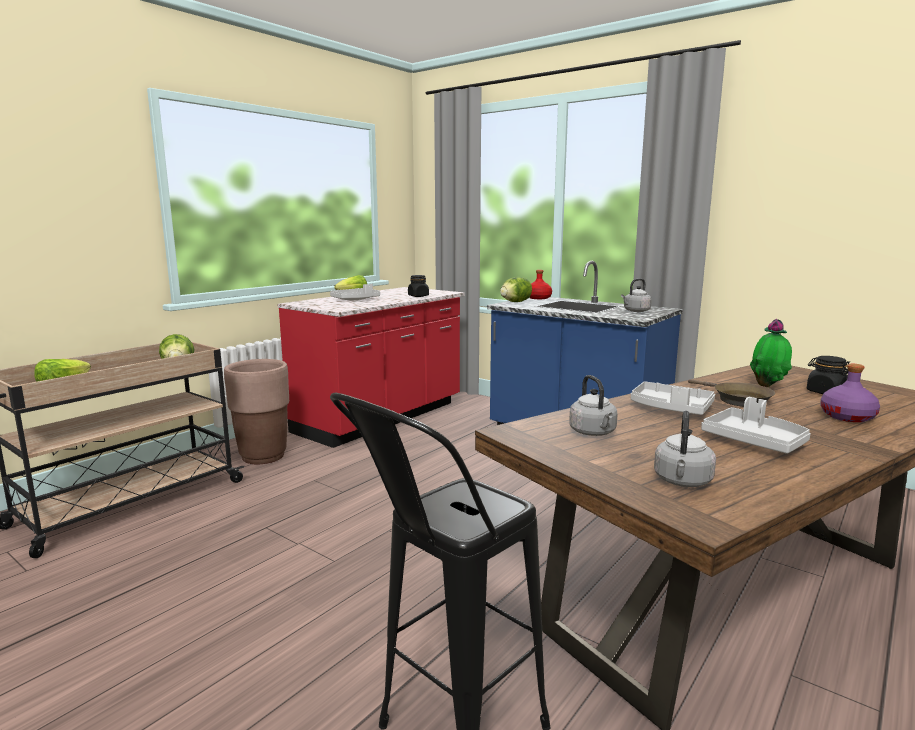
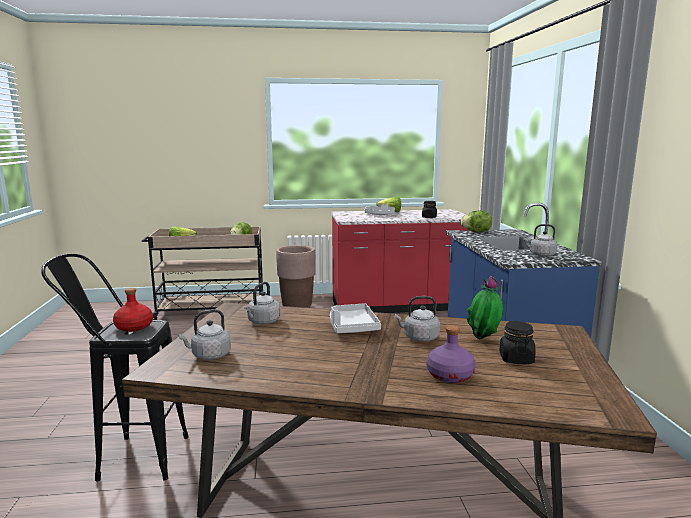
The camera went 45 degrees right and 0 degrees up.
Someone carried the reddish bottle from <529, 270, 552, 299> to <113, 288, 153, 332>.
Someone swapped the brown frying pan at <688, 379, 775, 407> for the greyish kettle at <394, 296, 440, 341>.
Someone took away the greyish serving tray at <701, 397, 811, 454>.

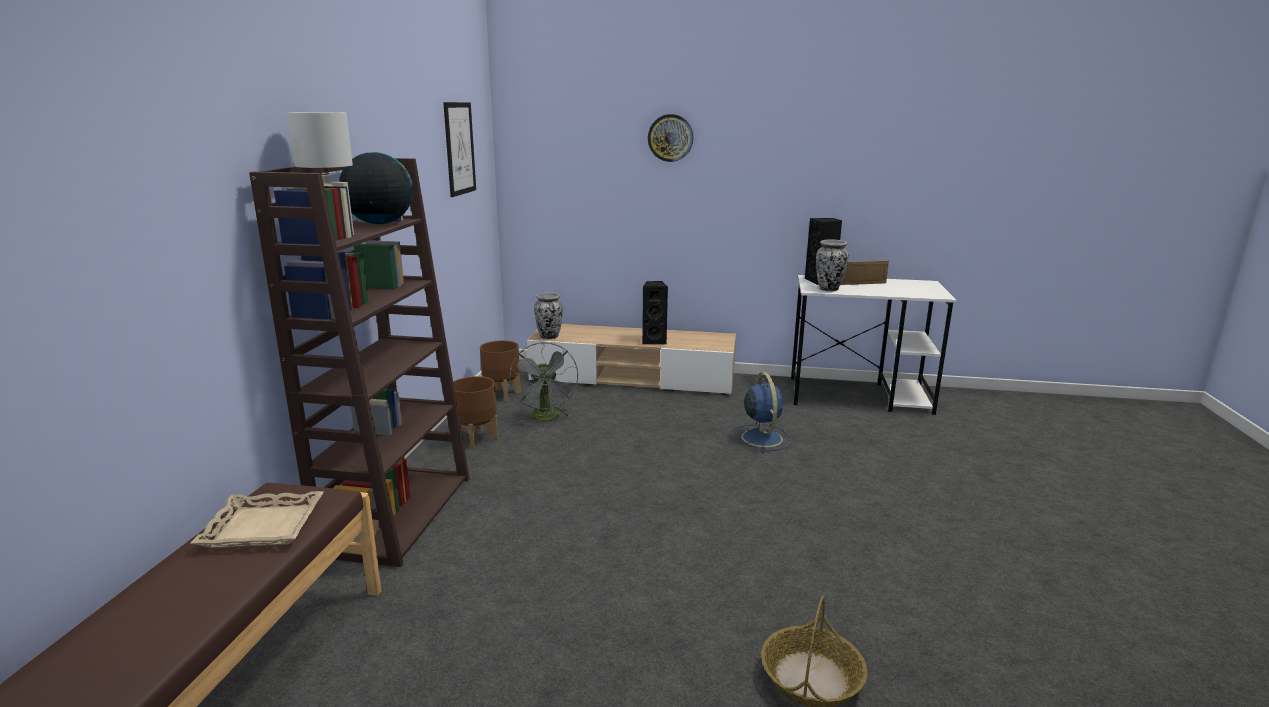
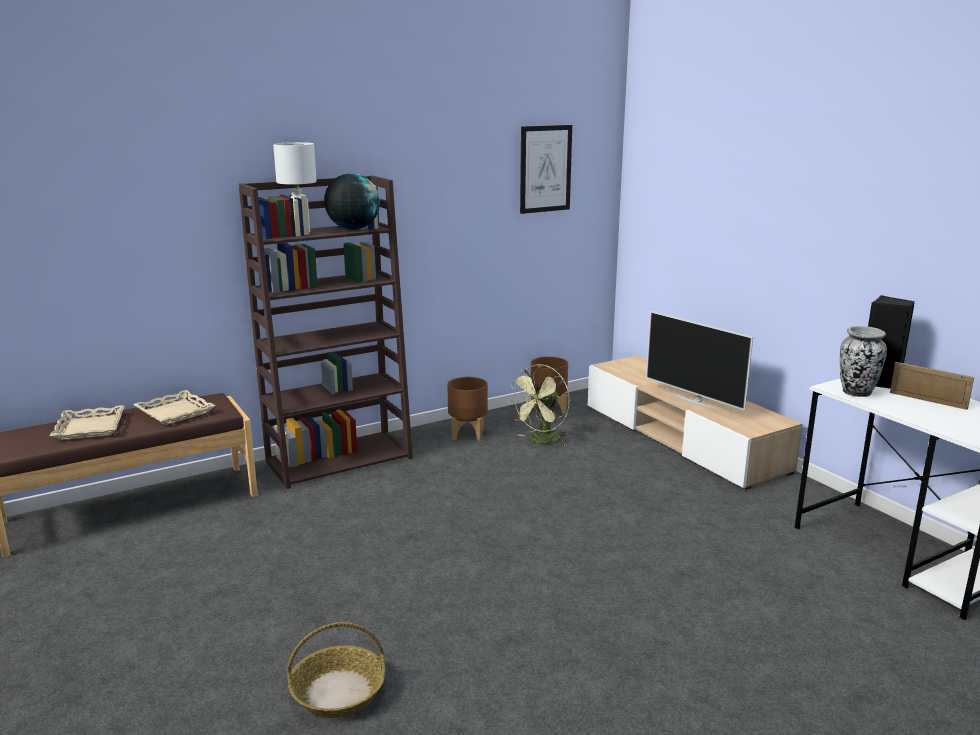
The camera went 50 degrees right and 0 degrees up.
Someone repainted the greyish fan at <509, 342, 578, 423>, which became the green fan at <508, 364, 570, 446>.
Someone took away the flower vase at <534, 292, 563, 339>.
Someone swapped the black-coloured speaker at <642, 281, 668, 344> for the television at <646, 311, 753, 411>.
Someone took away the wall clock at <648, 114, 694, 162>.
Someone took away the blue fan at <730, 372, 792, 453>.
Someone put down the beige-coloured serving tray at <50, 405, 125, 440>.

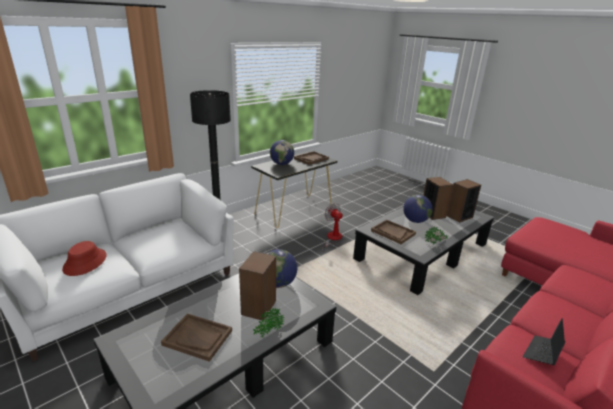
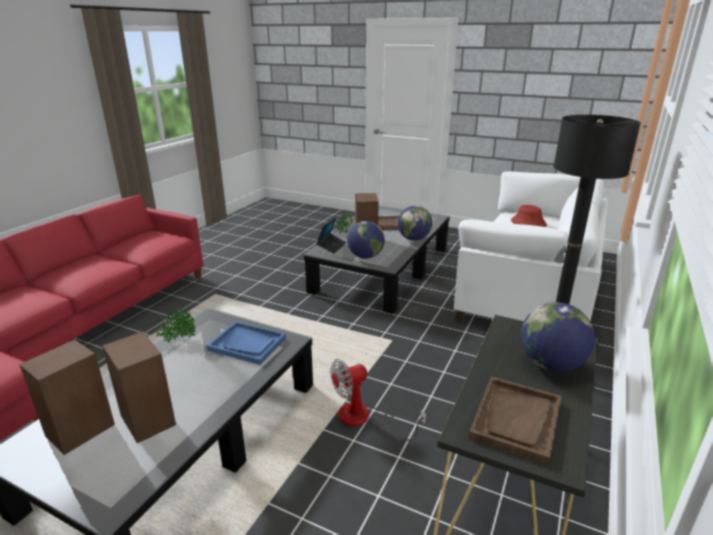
The camera went 160 degrees right and 0 degrees up.
Someone rotated the fan at <322, 203, 343, 252> by 120 degrees clockwise.
Someone repainted the brown serving tray at <371, 219, 416, 244>, which became the blue serving tray at <207, 321, 286, 365>.
Someone carried the world globe from <403, 195, 433, 223> to <398, 206, 432, 240>.
Someone carried the laptop from <523, 318, 565, 365> to <316, 217, 347, 253>.

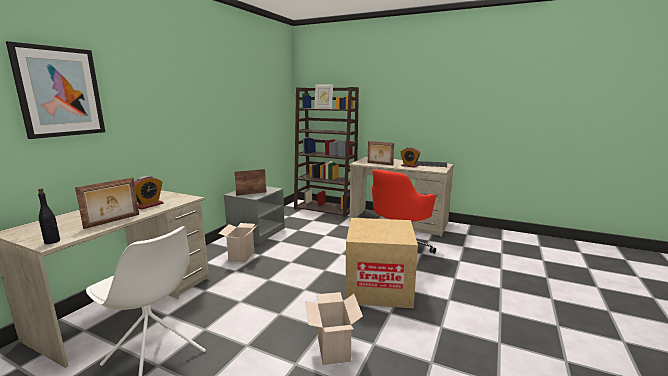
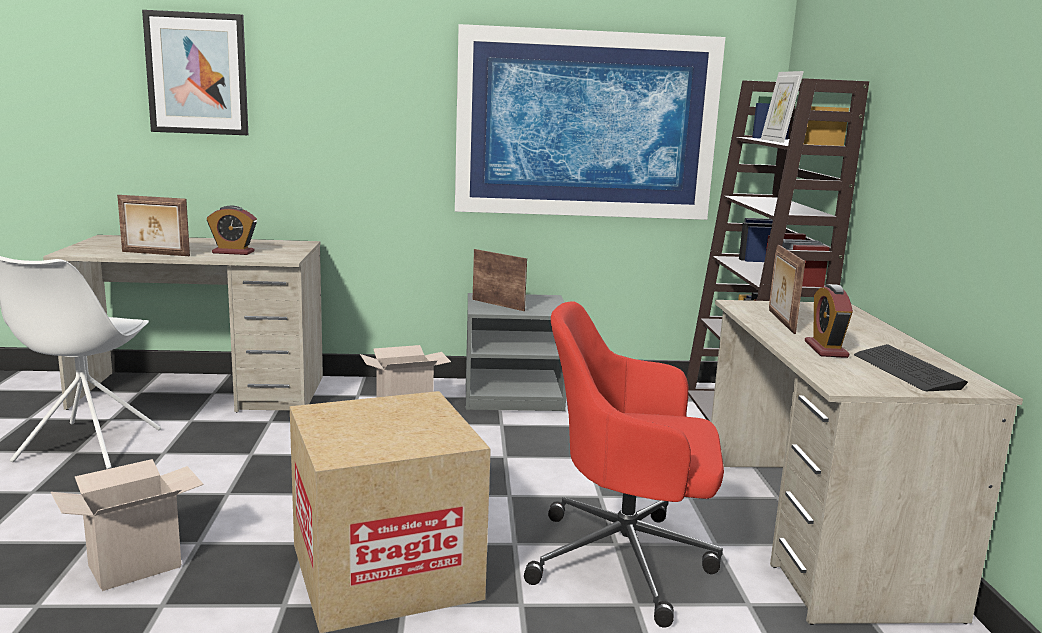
The camera went 60 degrees right and 0 degrees up.
Someone took away the black-coloured bottle at <38, 188, 60, 244>.
Someone put up the picture at <455, 24, 726, 220>.

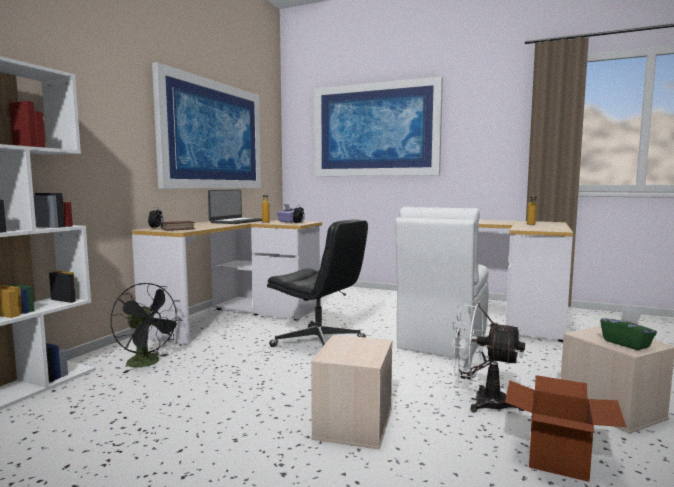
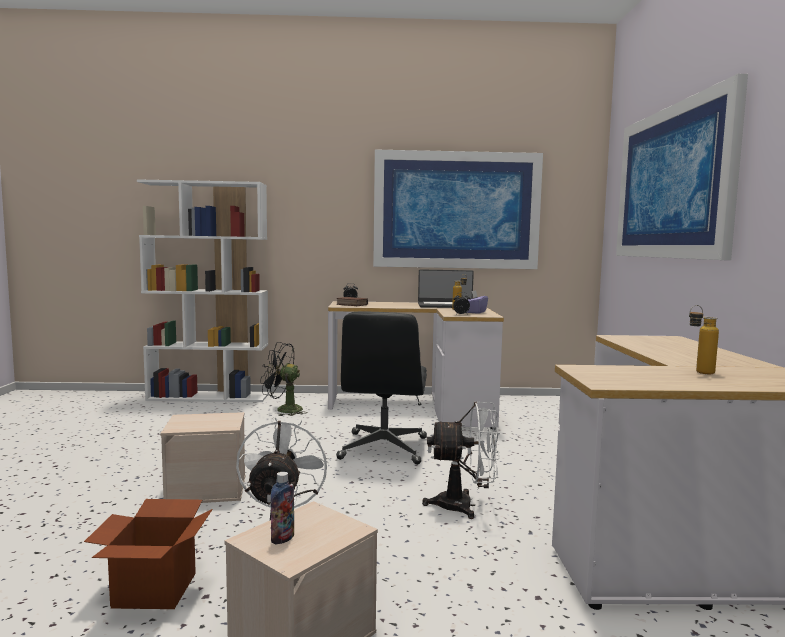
The camera went 65 degrees right and 0 degrees up.
Someone rotated the black-coloured fan at <111, 283, 182, 373> by 90 degrees clockwise.
Someone swapped the white-coloured upright chair at <395, 207, 489, 360> for the white-coloured fan at <422, 401, 500, 519>.
Someone swapped the green box of tissues at <600, 310, 657, 350> for the bottle at <271, 472, 294, 545>.

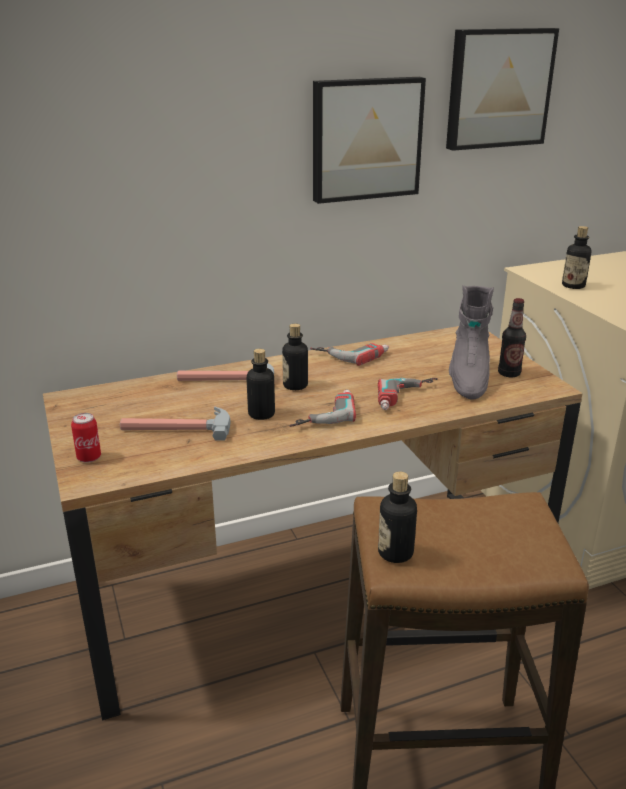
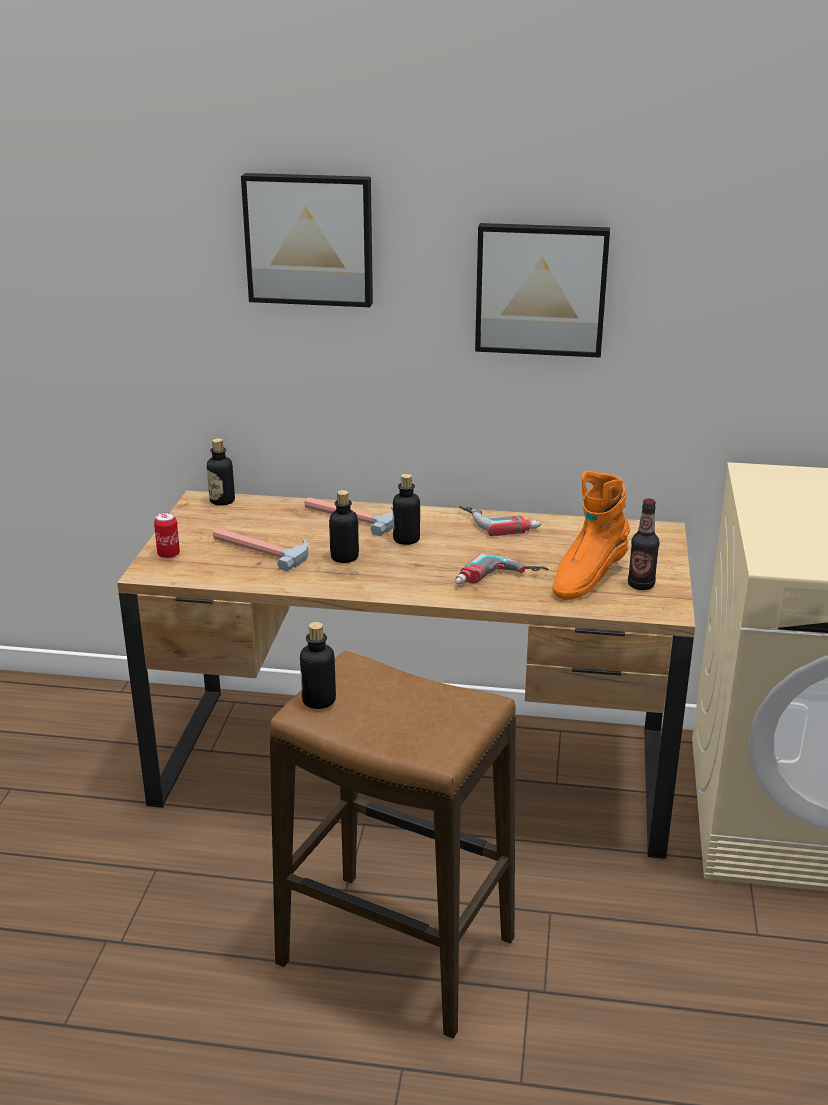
The camera went 30 degrees right and 0 degrees up.
Someone took away the power drill at <289, 390, 356, 427>.
Someone carried the picture from <446, 28, 559, 151> to <241, 173, 373, 307>.
Someone repainted the greyish tall boot at <449, 285, 494, 400>, which became the orange tall boot at <552, 470, 630, 600>.
Someone carried the bottle from <562, 226, 592, 289> to <207, 438, 235, 506>.

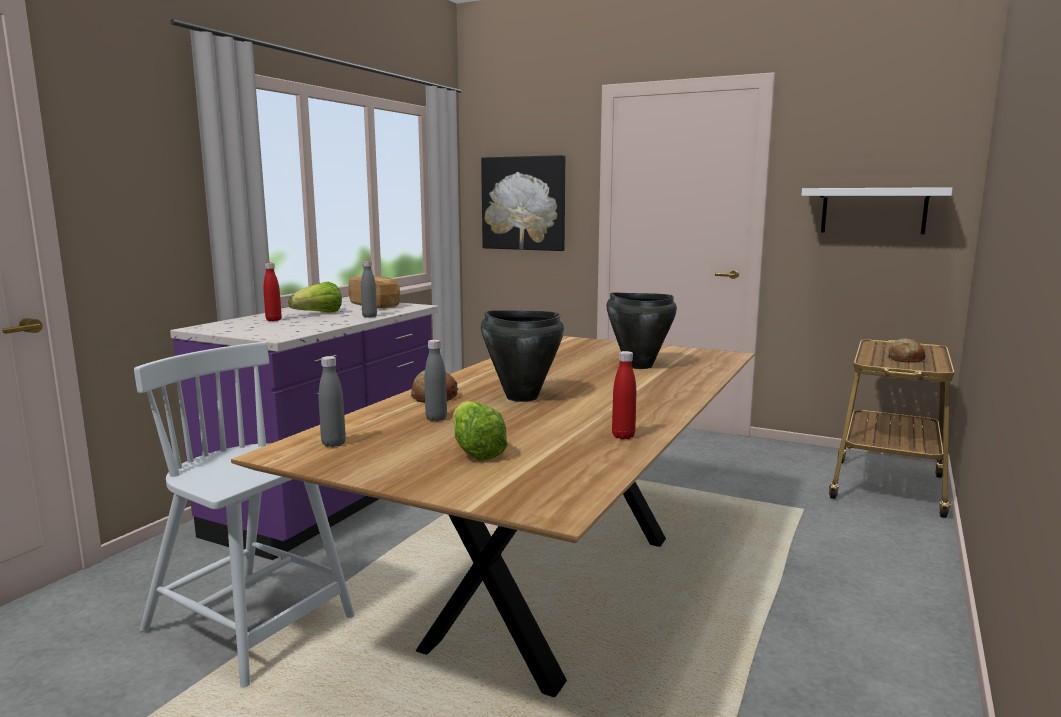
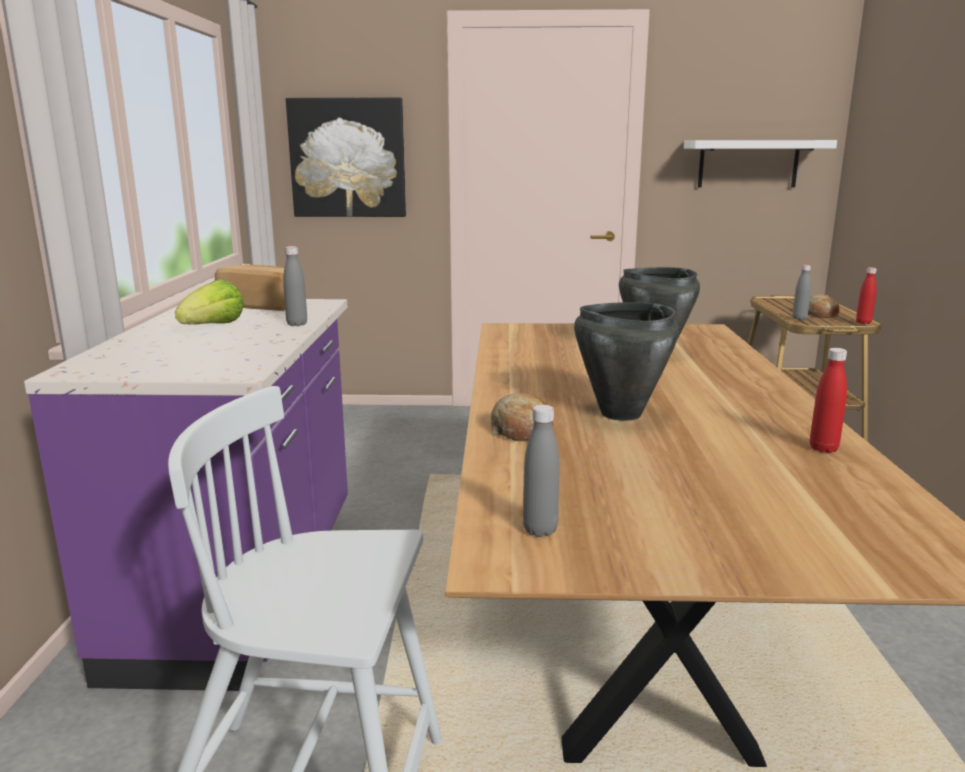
The camera went 25 degrees left and 5 degrees up.
Someone carried the reddish bottle from <263, 263, 282, 321> to <856, 267, 877, 324>.
Someone carried the greyish bottle from <425, 340, 447, 421> to <792, 265, 811, 320>.
Someone took away the lettuce at <453, 401, 508, 460>.

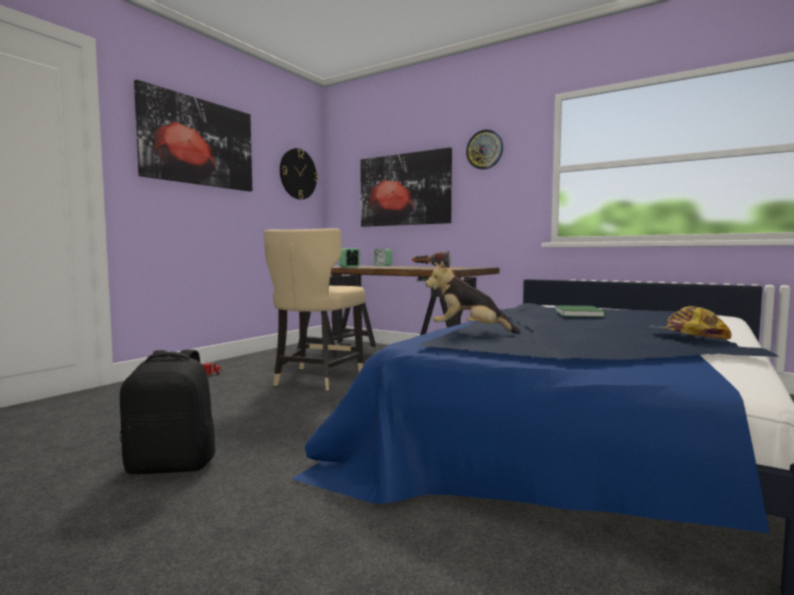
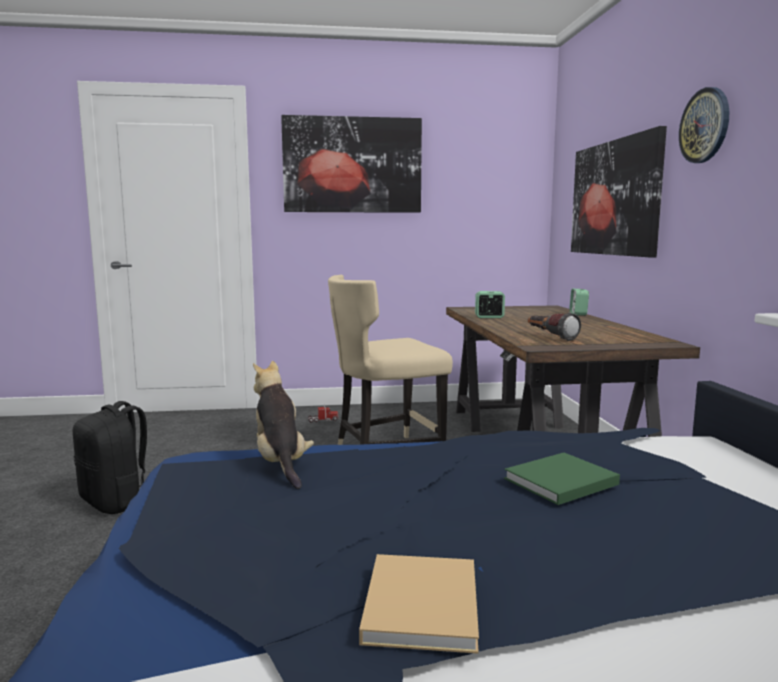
The camera went 50 degrees right and 5 degrees up.
Someone took away the wall clock at <280, 148, 318, 200>.
Someone swapped the baseball cap at <649, 306, 732, 339> for the beige-coloured book at <359, 554, 479, 654>.

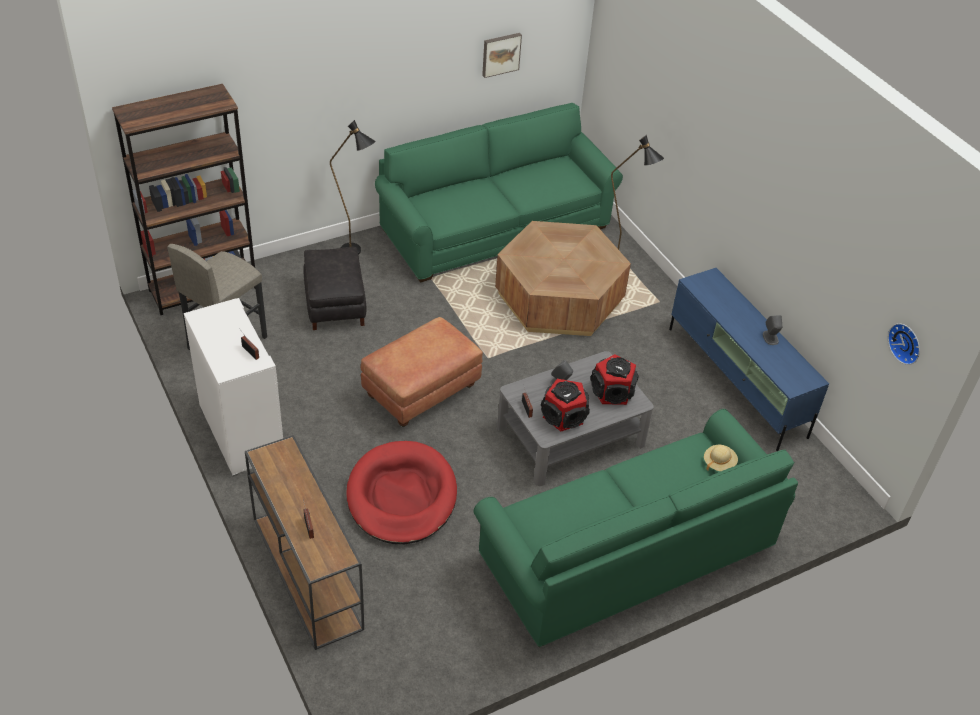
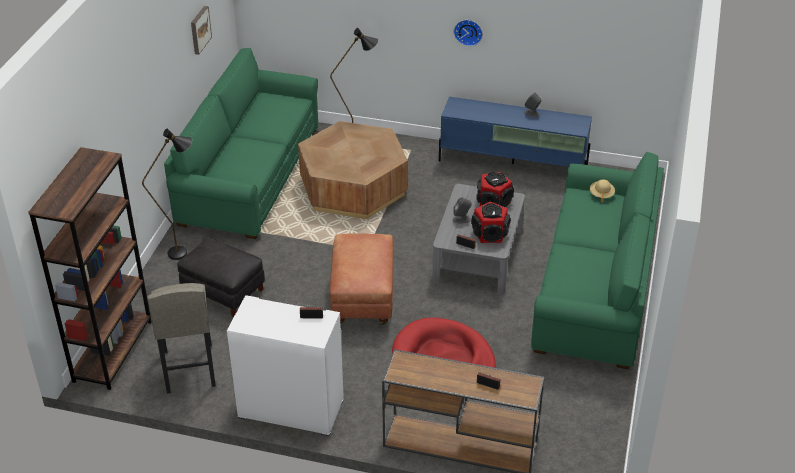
The camera went 45 degrees left and 5 degrees down.
Someone carried the wall clock from <888, 323, 920, 365> to <454, 20, 483, 46>.

